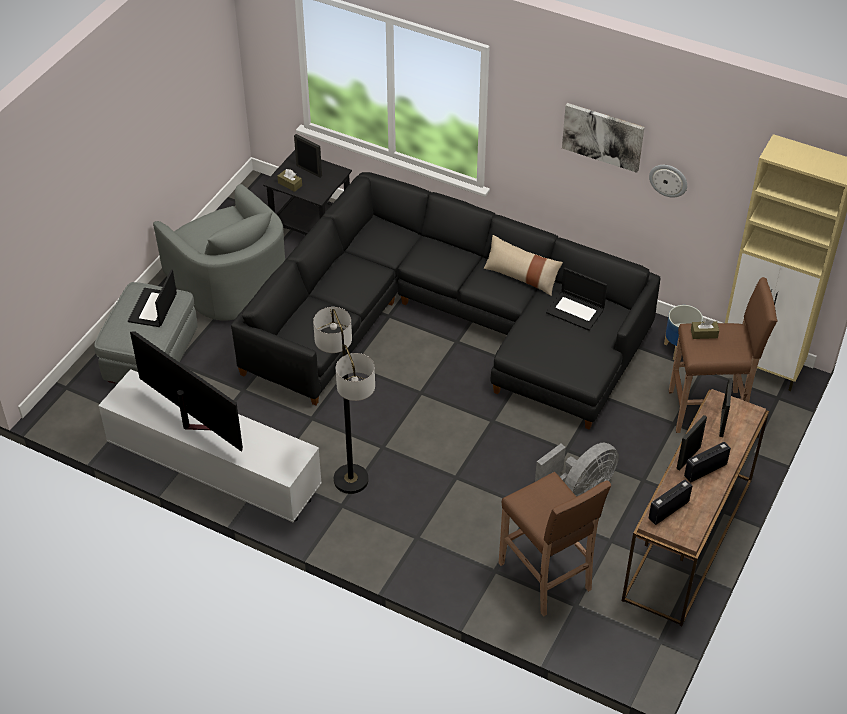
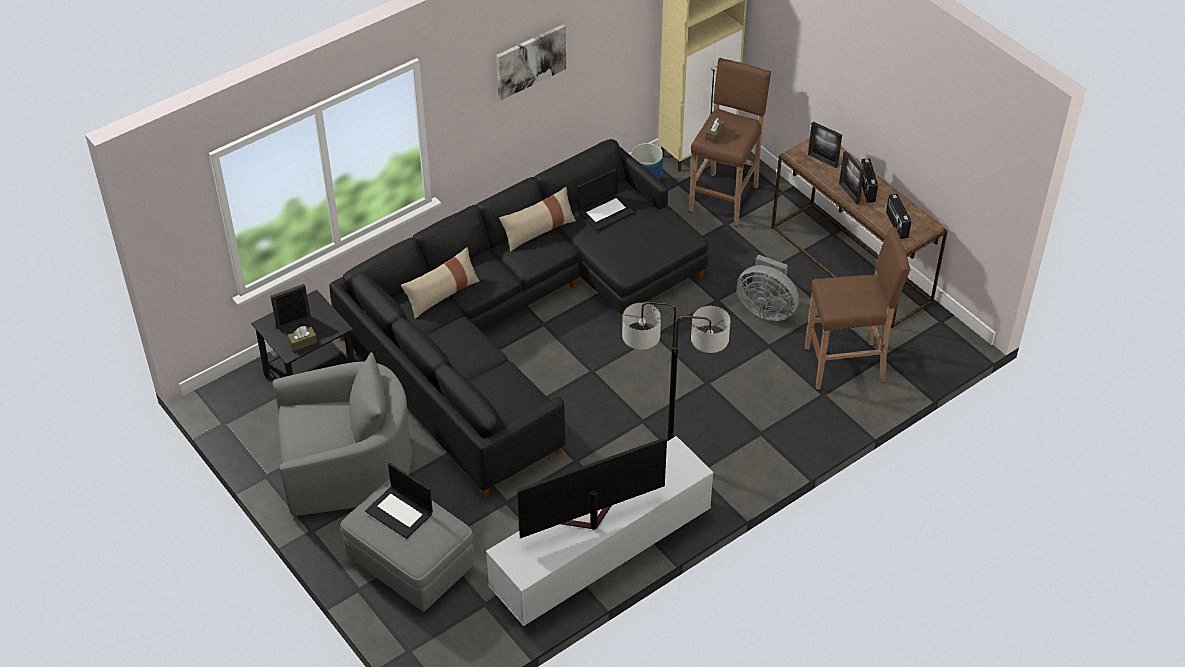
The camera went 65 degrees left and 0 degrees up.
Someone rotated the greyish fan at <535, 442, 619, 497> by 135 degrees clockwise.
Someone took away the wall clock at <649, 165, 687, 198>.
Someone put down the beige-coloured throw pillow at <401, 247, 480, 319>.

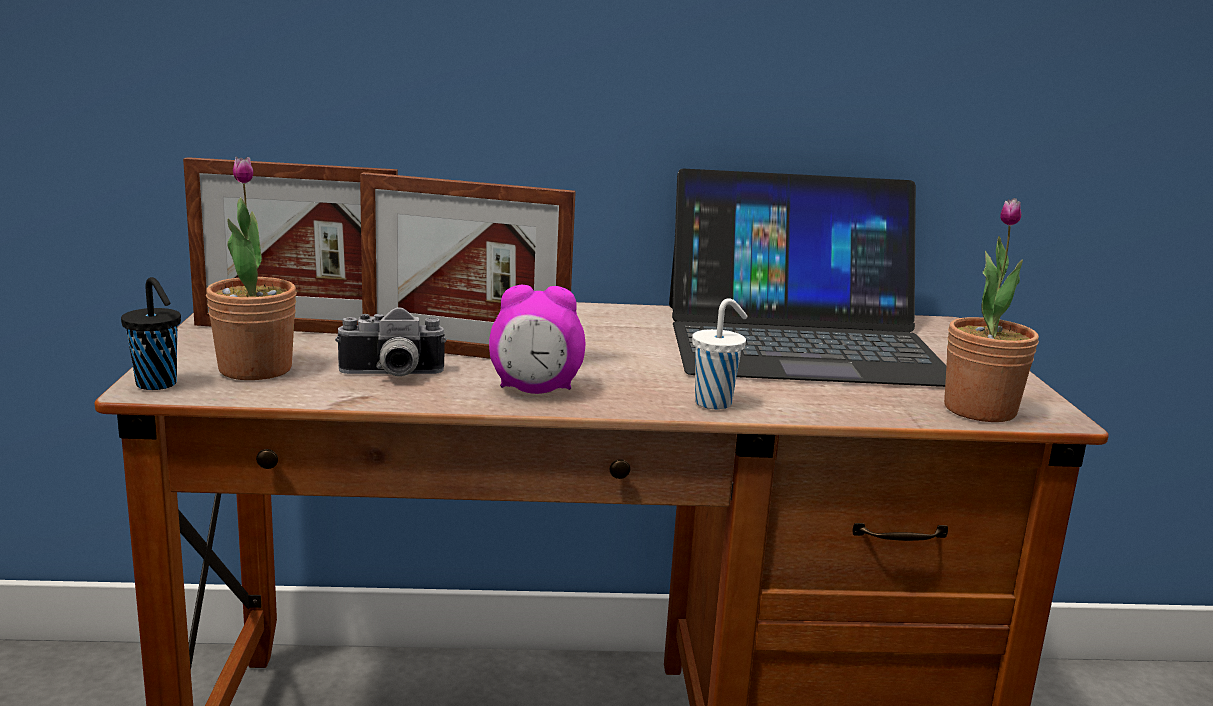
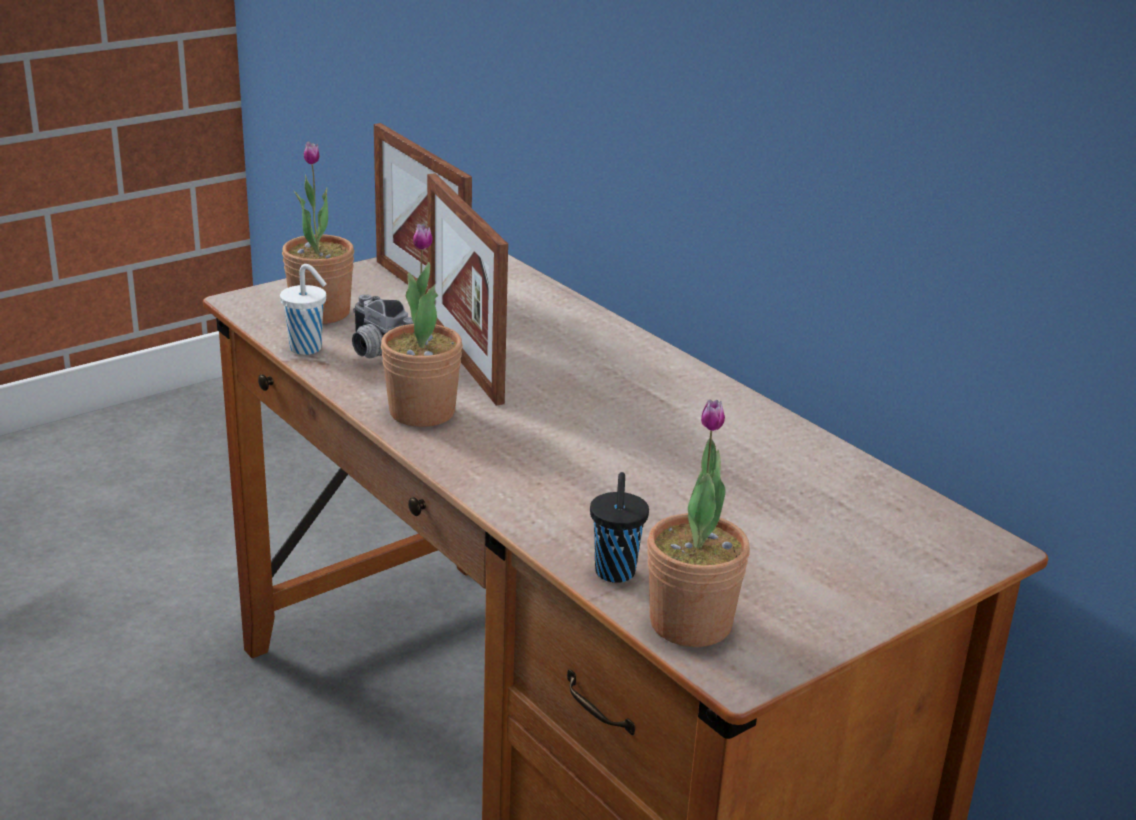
The camera went 55 degrees right and 10 degrees up.
Someone carried the black-coloured cup from <121, 277, 181, 390> to <590, 472, 649, 583>.
Someone swapped the bedside clock at <489, 285, 585, 394> for the potted plant at <381, 224, 463, 427>.
Someone took away the laptop at <669, 169, 946, 387>.
Someone carried the white-coloured cup from <692, 298, 747, 409> to <280, 264, 326, 355>.

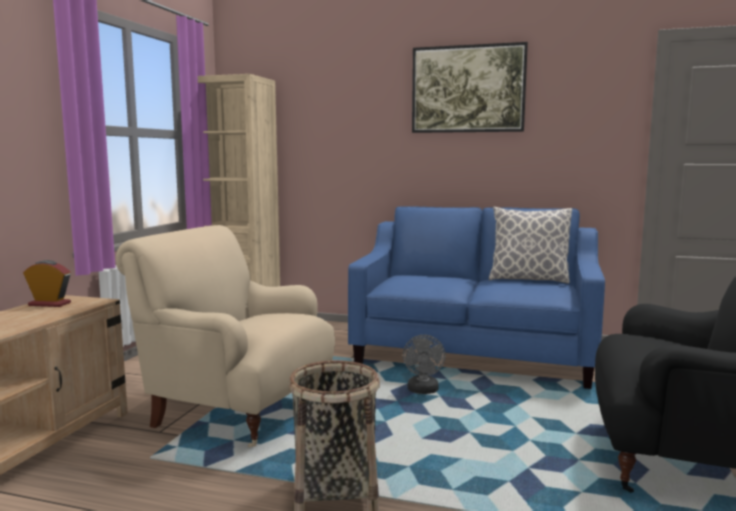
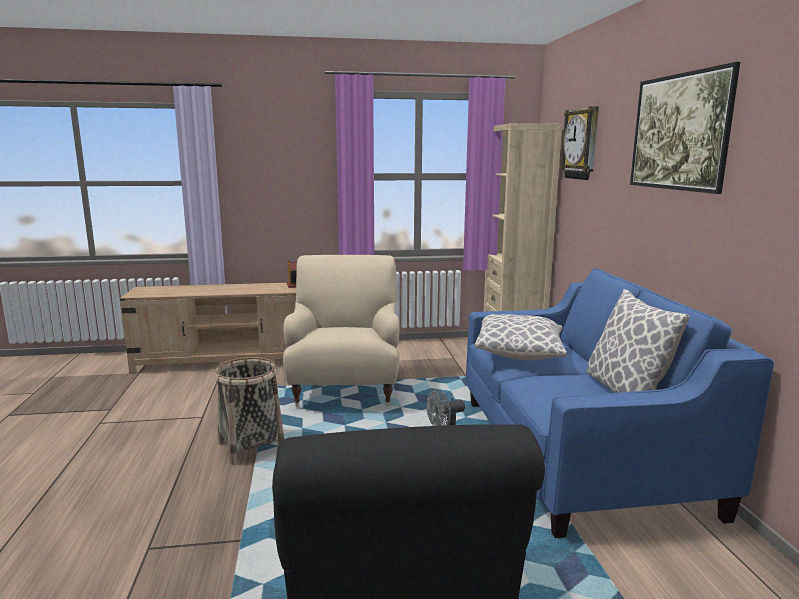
The camera went 65 degrees right and 5 degrees up.
Someone put down the throw pillow at <474, 314, 567, 360>.
Someone put up the wall clock at <560, 106, 599, 180>.

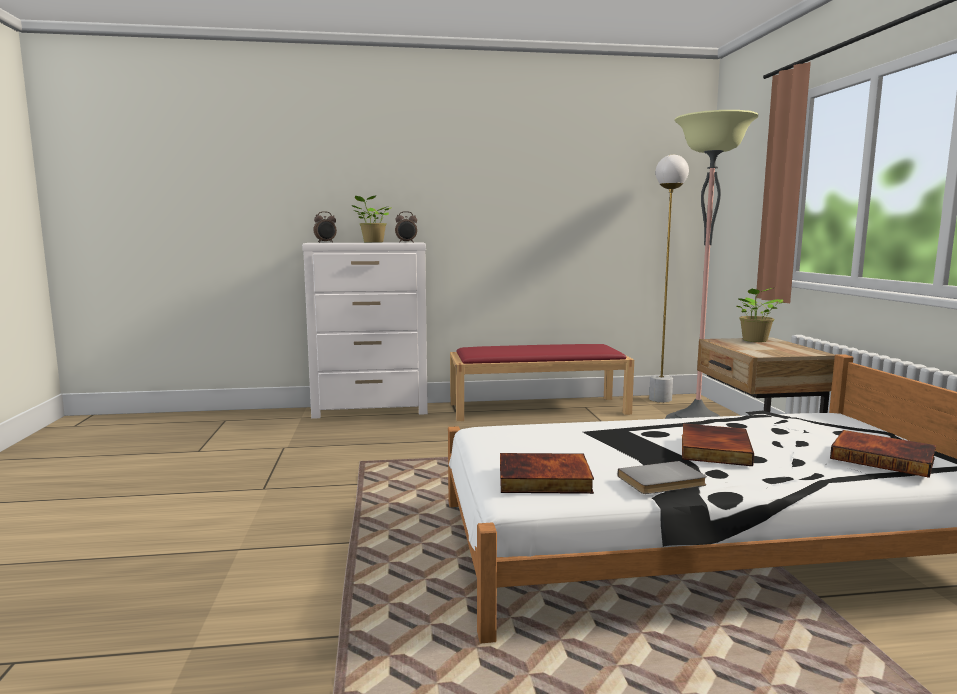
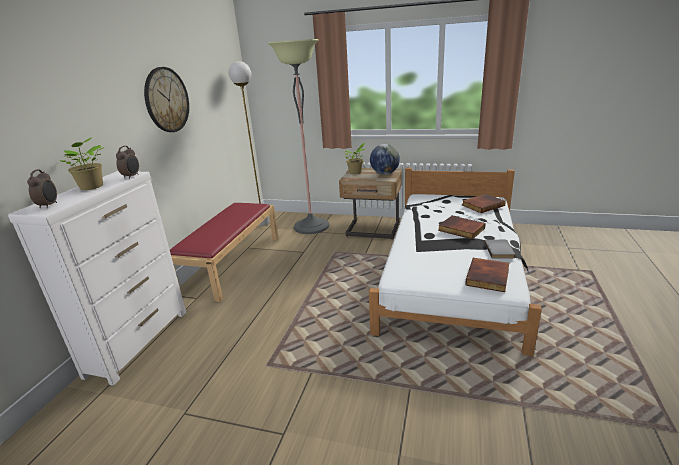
The camera went 65 degrees left and 15 degrees up.
Someone put up the wall clock at <144, 67, 189, 132>.
Someone put down the world globe at <370, 144, 400, 175>.

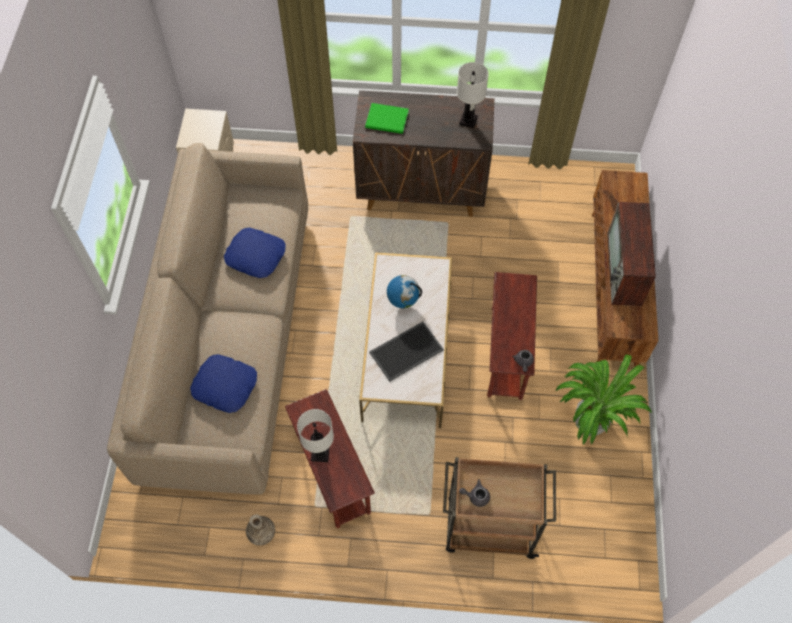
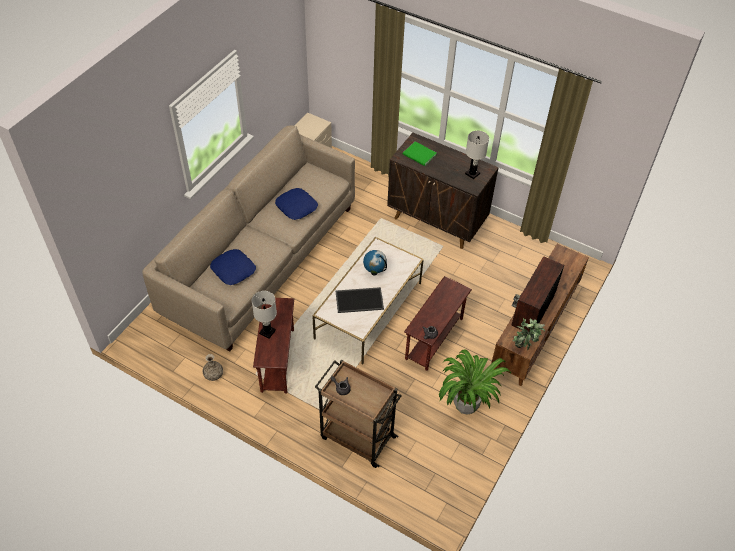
The camera went 25 degrees right and 10 degrees down.
Someone put down the potted plant at <512, 318, 545, 350>.

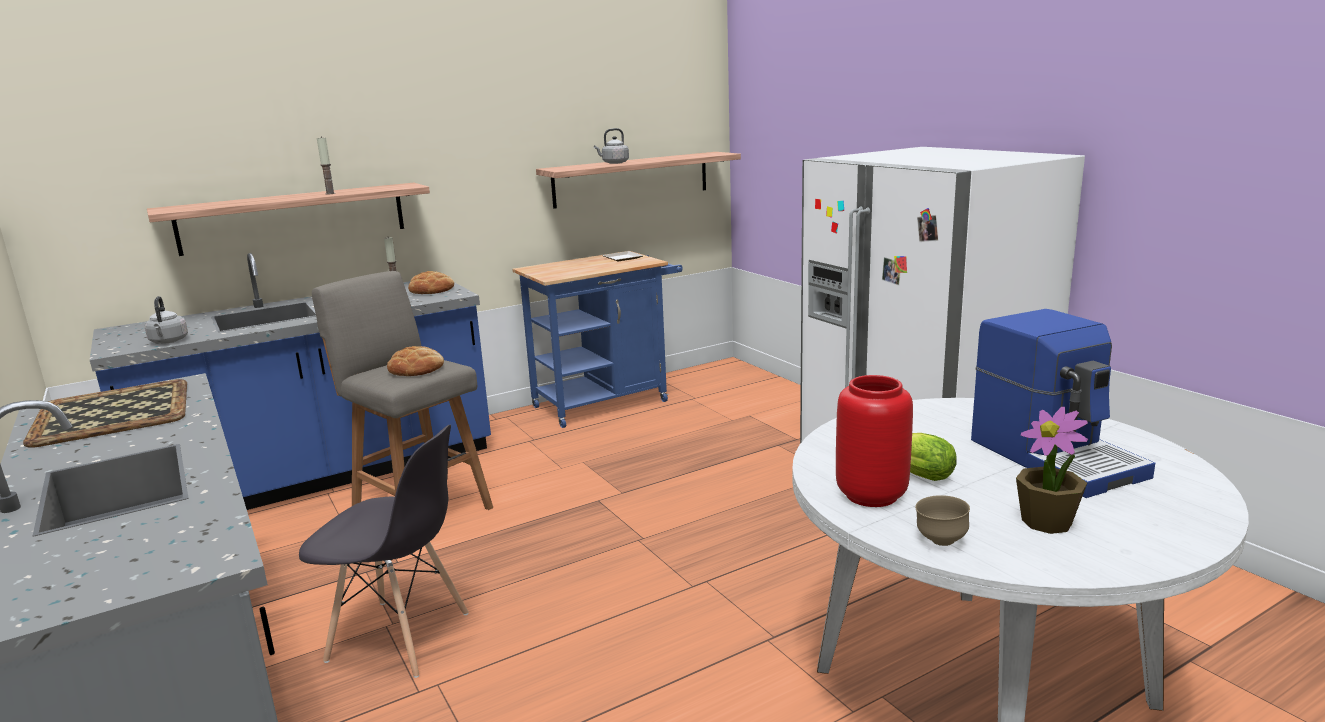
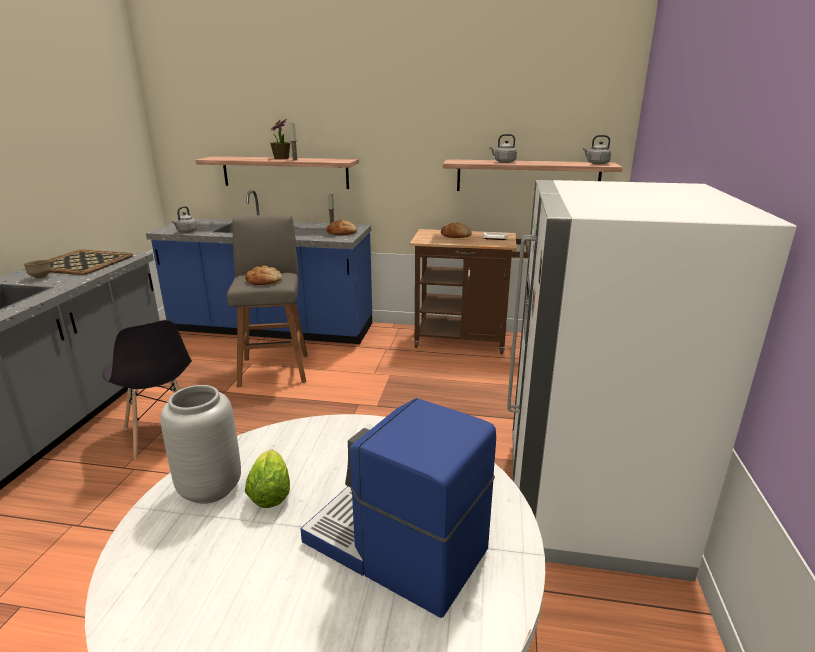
The camera went 40 degrees right and 5 degrees up.
Someone repainted the blue trolley at <512, 251, 683, 428>, which became the brown trolley at <410, 229, 530, 354>.
Someone repainted the reddish flower vase at <836, 375, 913, 507>, which became the greyish flower vase at <160, 385, 241, 504>.
Someone carried the brown serving bowl from <915, 495, 970, 546> to <24, 260, 51, 279>.
Someone rotated the coffee brewer at <971, 309, 1155, 498> by 105 degrees clockwise.
Someone carried the potted plant from <1016, 407, 1088, 534> to <270, 119, 290, 159>.
Someone put down the bakery bread at <441, 222, 471, 238>.
Someone put down the greyish kettle at <583, 135, 611, 164>.

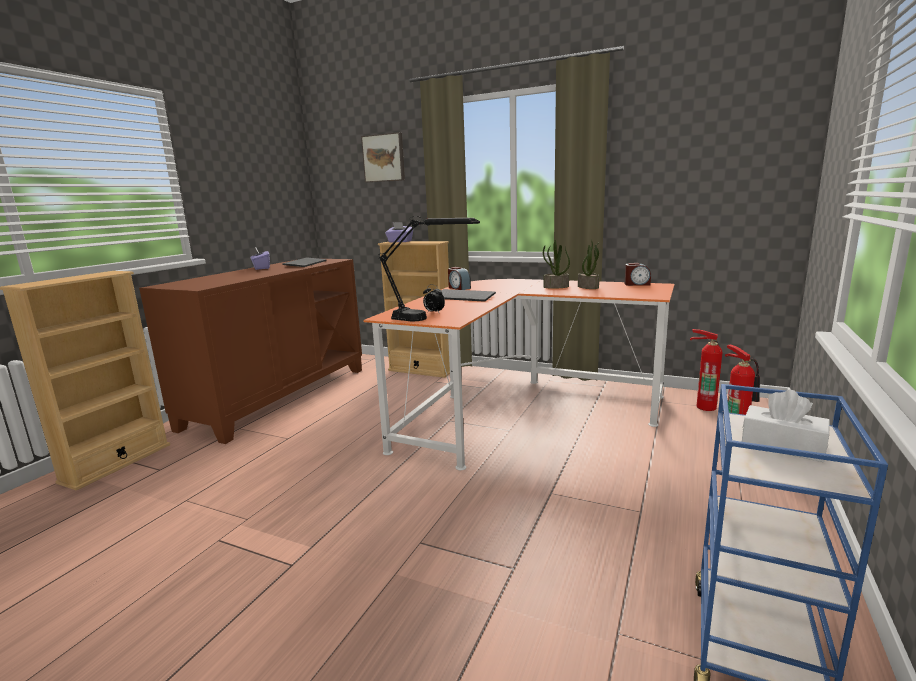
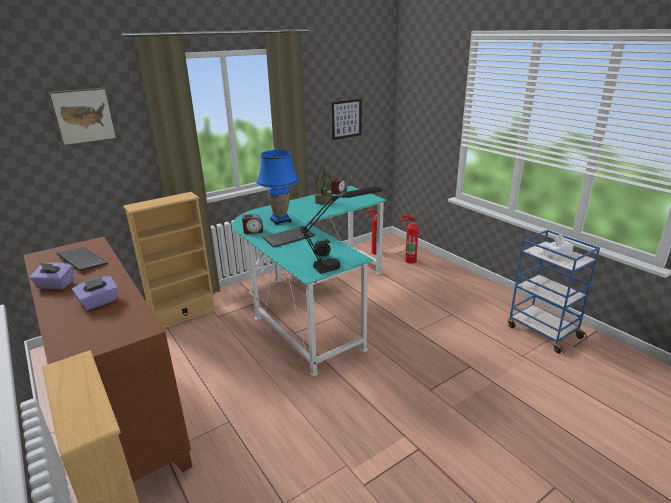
The camera went 60 degrees left and 10 degrees up.
Someone repainted the orange desk table at <363, 279, 674, 470>, which became the turquoise-coloured desk table at <232, 186, 387, 376>.
Someone carried the purple box of tissues from <385, 222, 413, 242> to <72, 276, 118, 310>.
Someone took away the potted plant at <543, 240, 570, 289>.
Someone put down the blue tabletop lamp at <257, 148, 299, 225>.
Someone put up the picture at <331, 99, 362, 140>.

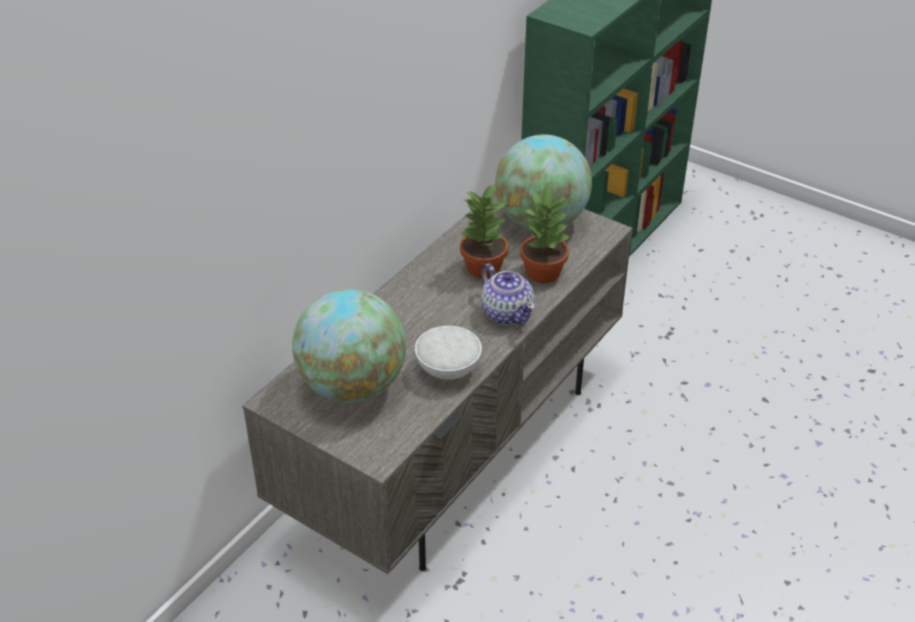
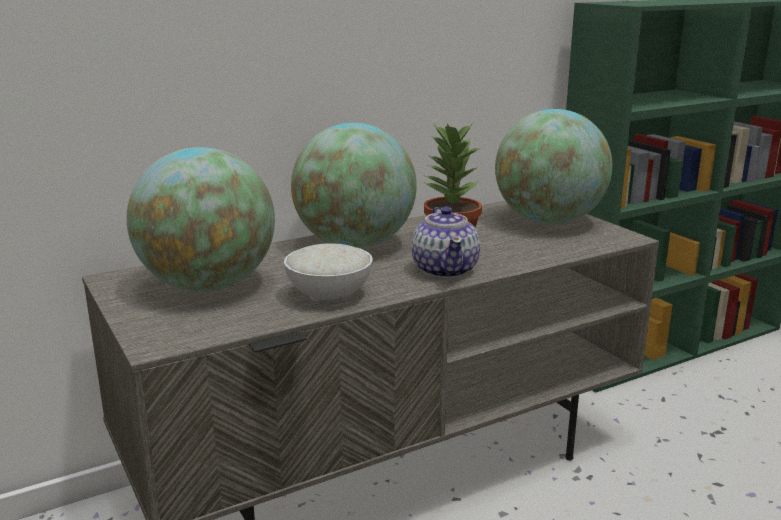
The camera went 25 degrees right and 20 degrees down.
Someone took away the potted plant at <520, 184, 571, 283>.
Someone put down the world globe at <291, 123, 417, 248>.

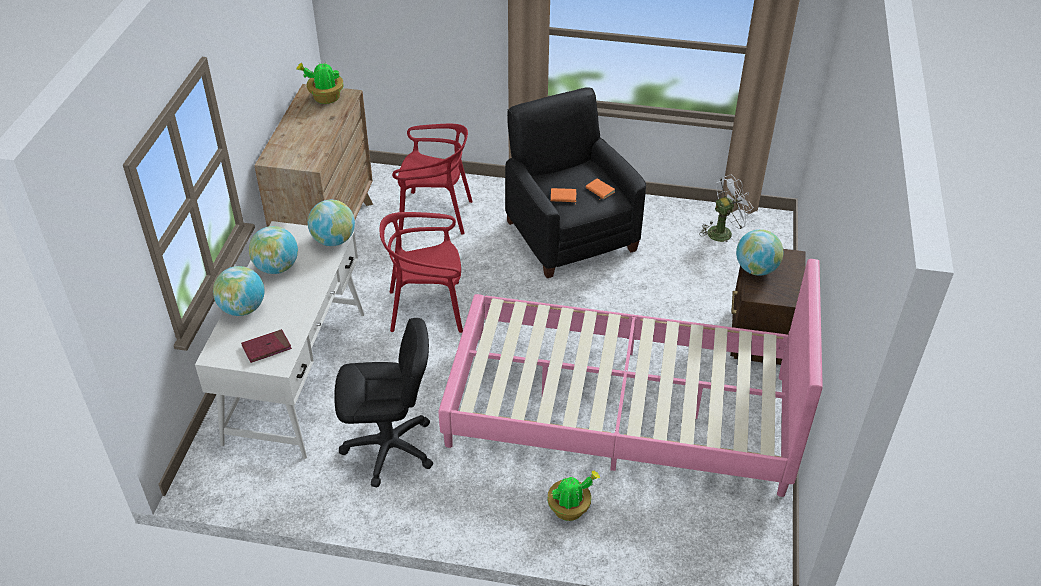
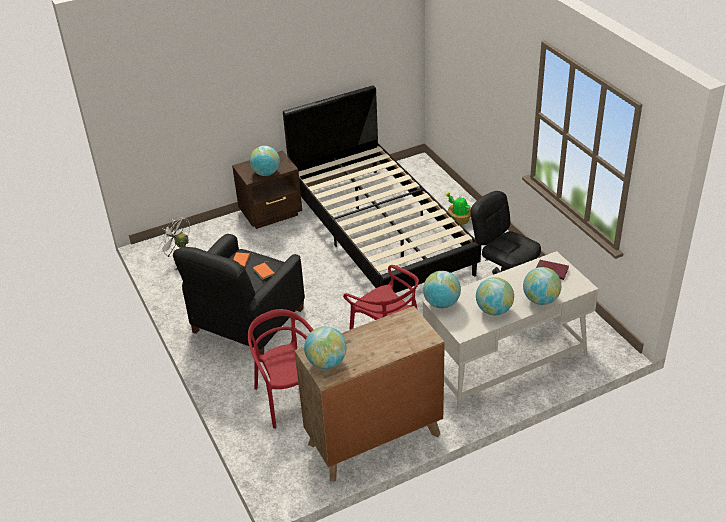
The camera went 125 degrees left and 5 degrees down.
Someone swapped the potted plant at <296, 60, 344, 104> for the world globe at <304, 326, 347, 369>.
Someone repainted the pink bedroom bed at <438, 259, 823, 497>, which became the black-coloured bedroom bed at <283, 85, 481, 293>.

